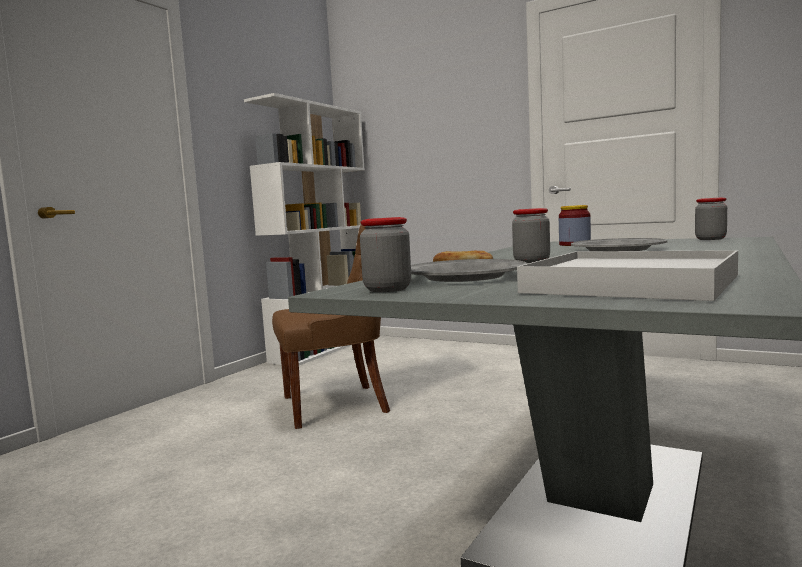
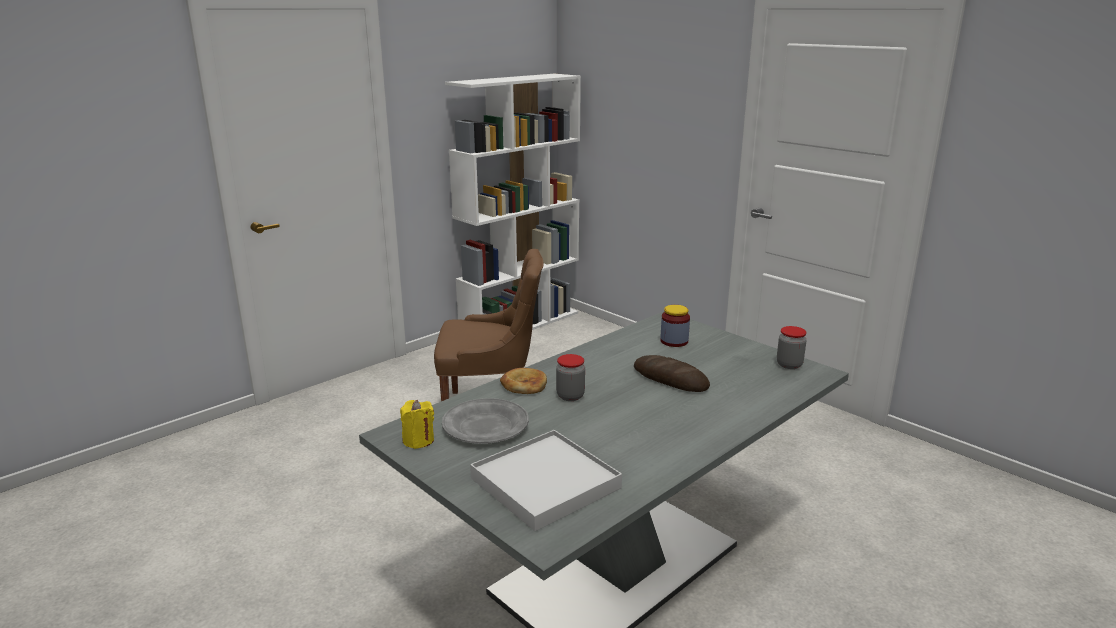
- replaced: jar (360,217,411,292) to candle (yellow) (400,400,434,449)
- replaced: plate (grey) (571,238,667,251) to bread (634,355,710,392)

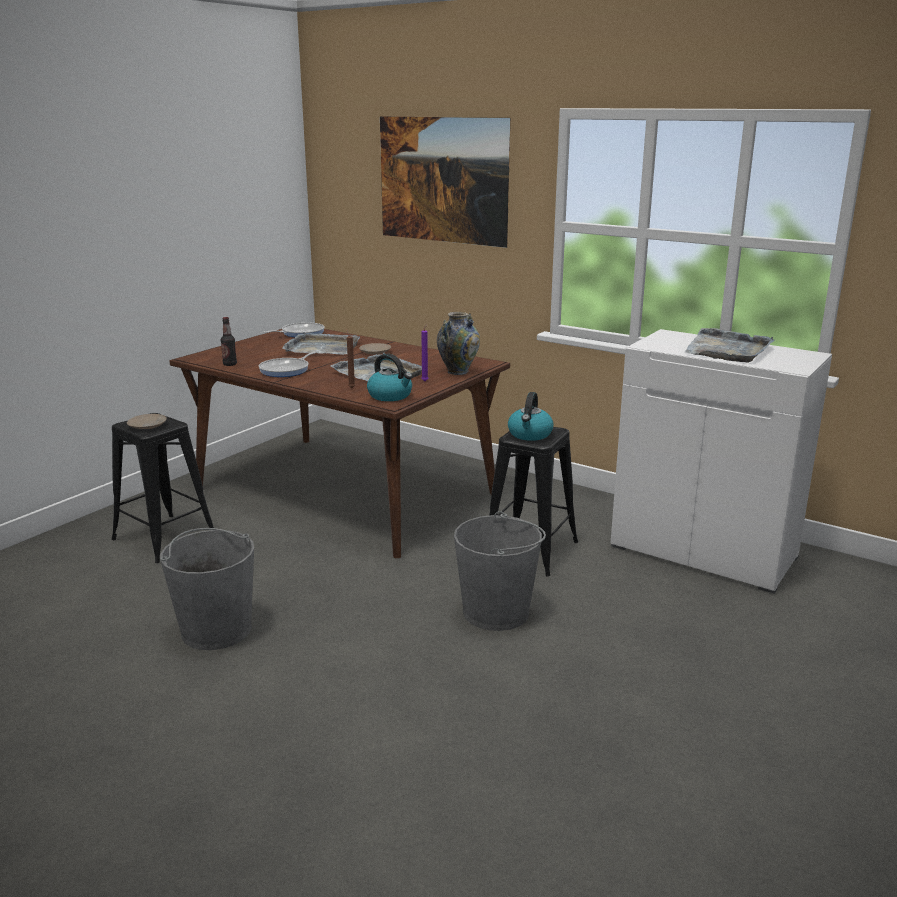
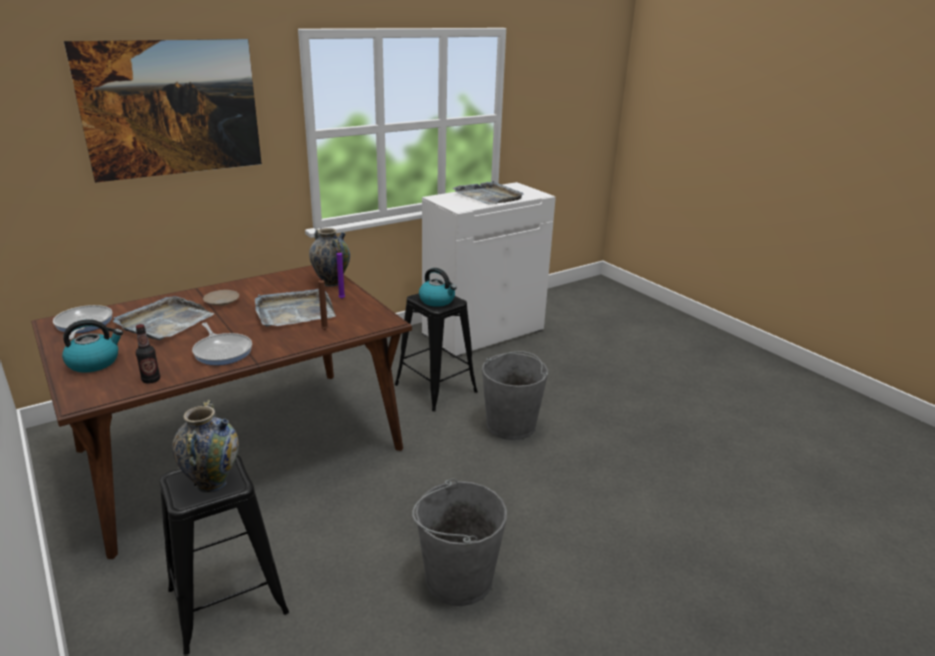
- moved: kettle (367,354,412,401) to (62,319,123,373)
- replaced: plate (beige) (127,414,167,429) to vase (172,400,239,493)

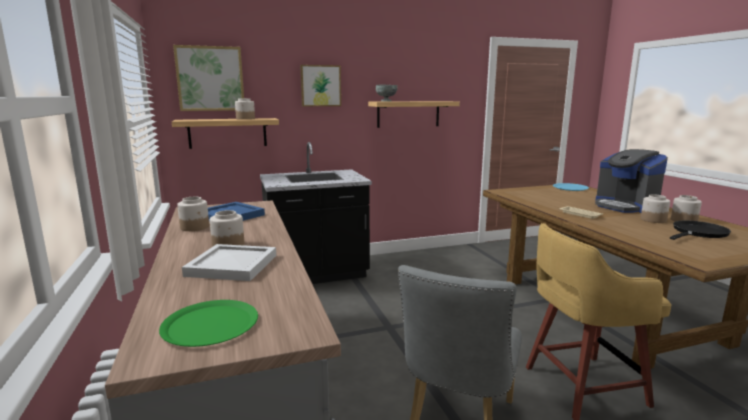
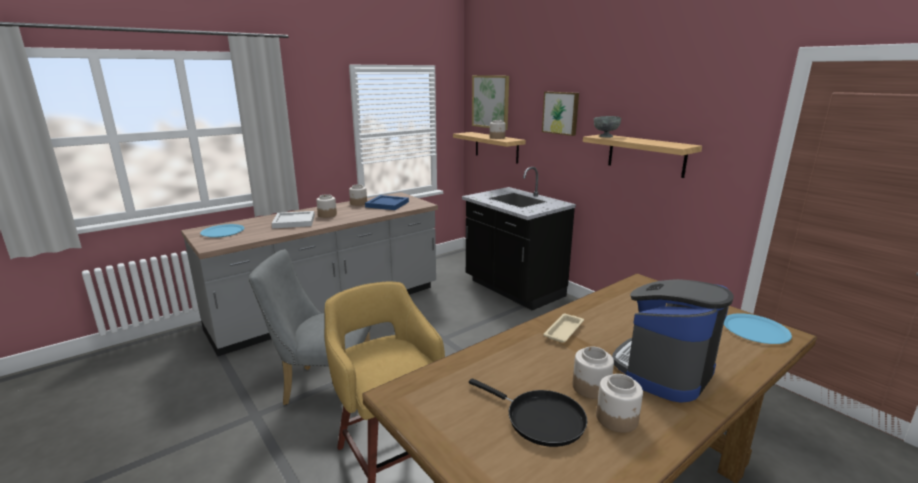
- recoloured: plate (green) (159,300,258,347) to plate (blue) (200,224,245,238)

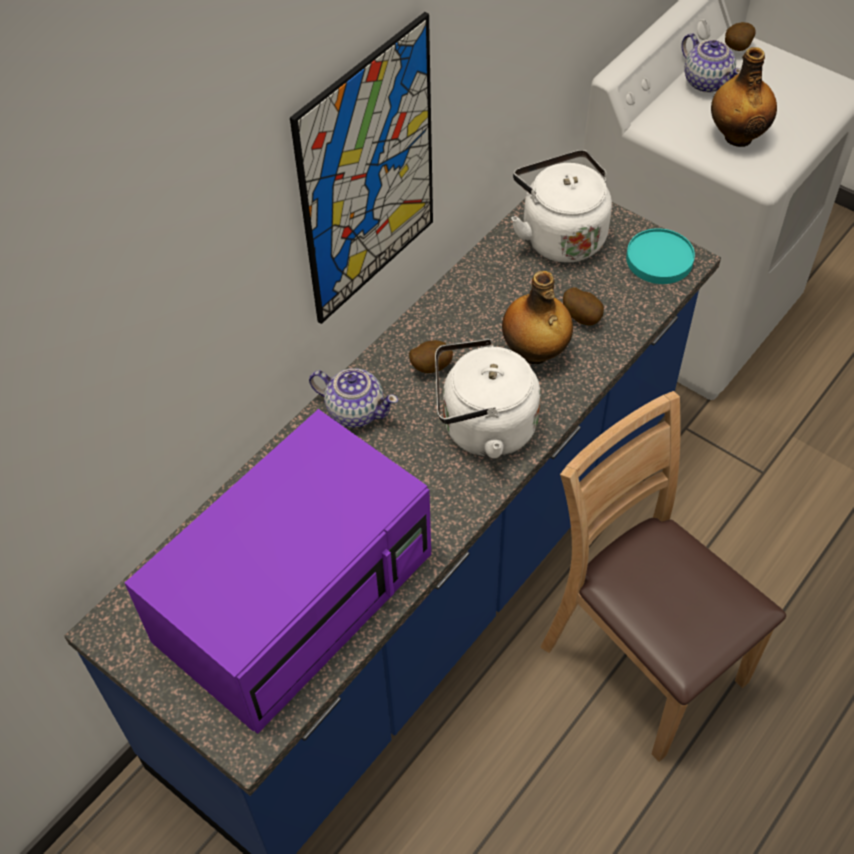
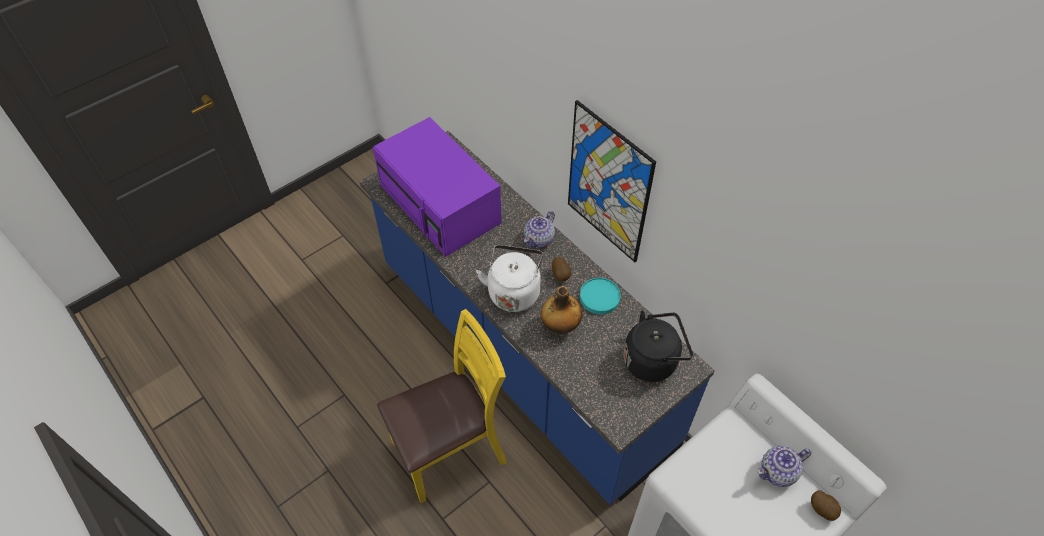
- removed: potato (563,287,604,325)
- removed: bottle (711,47,777,147)
- moved: plate (turquoise) (626,228,695,284) to (580,278,621,314)
- recoloured: kettle (white) (511,150,612,263) to kettle (black) (624,311,693,382)
- recoloured: chair (brown) (540,391,786,762) to chair (yellow) (377,309,507,503)

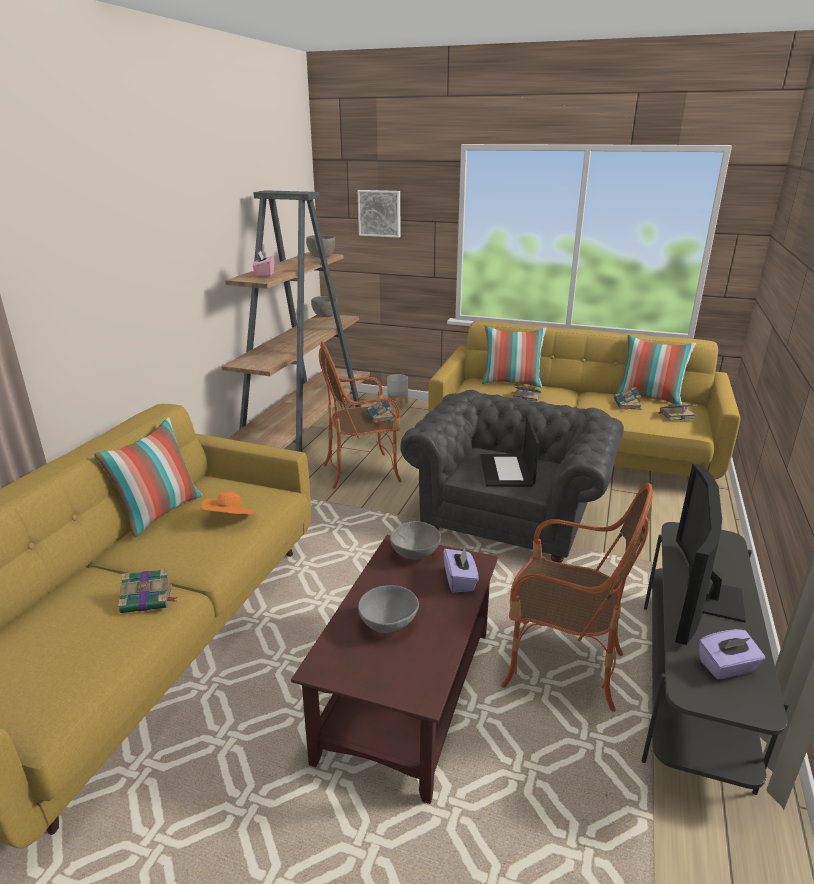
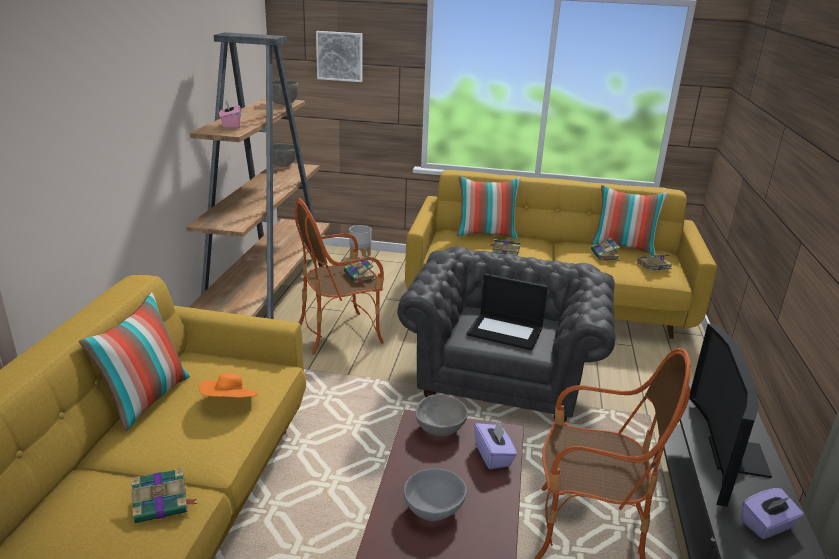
- turned: laptop (481,416,539,487) = (466,274,548,350) 60 degrees counterclockwise

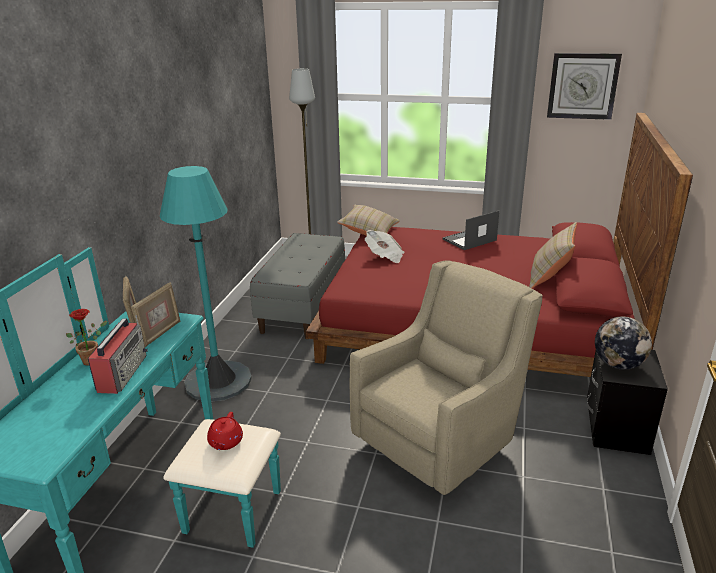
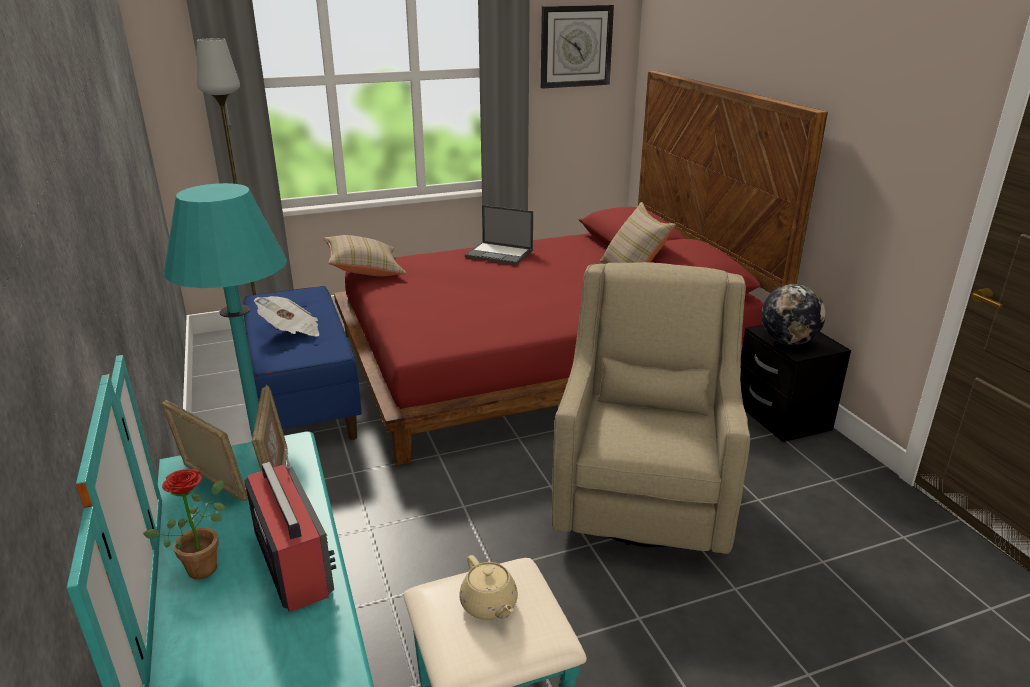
- moved: newspaper (365,230,404,263) to (254,296,319,336)
- recoloured: teapot (red) (207,412,243,450) to teapot (beige) (459,555,518,620)
- recoloured: bench (grey) (250,233,345,339) to bench (blue) (243,286,362,440)
- turned: laptop (442,211,499,250) = (465,205,533,265) 90 degrees counterclockwise

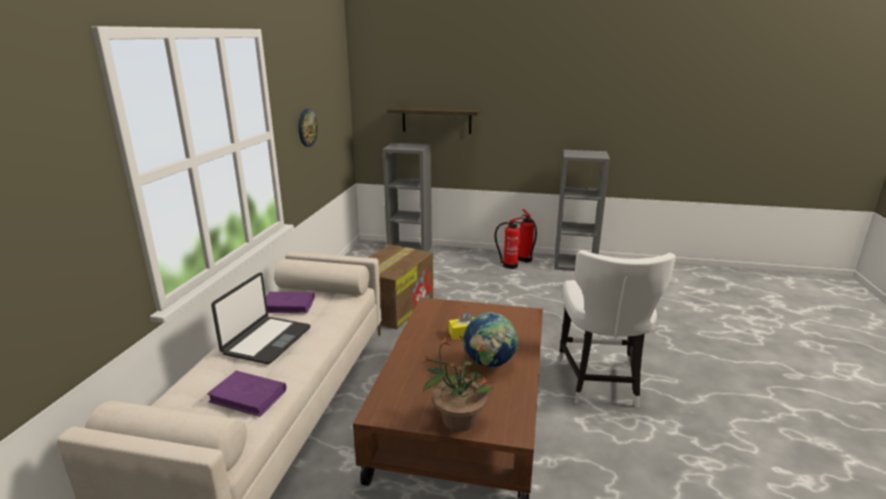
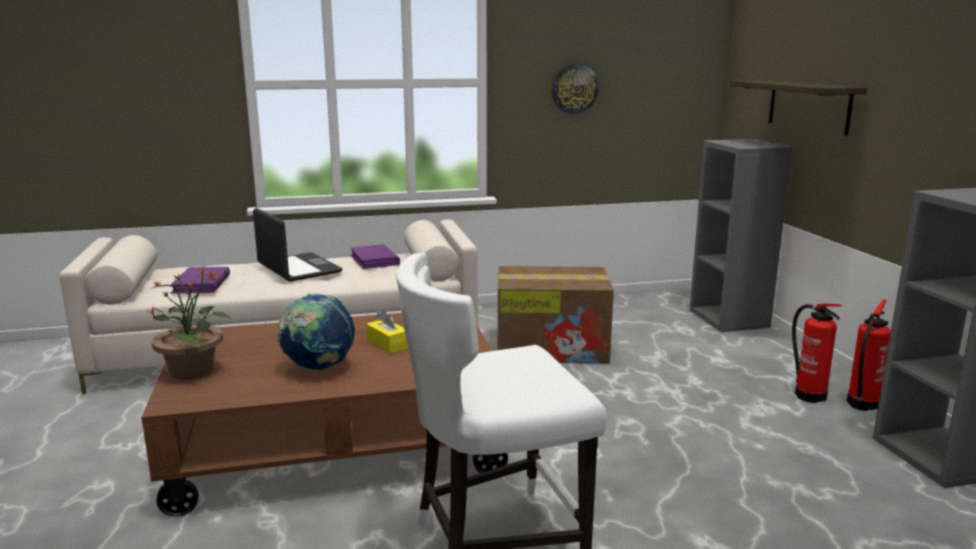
- turned: laptop (211,273,311,364) = (253,208,342,282) 120 degrees counterclockwise

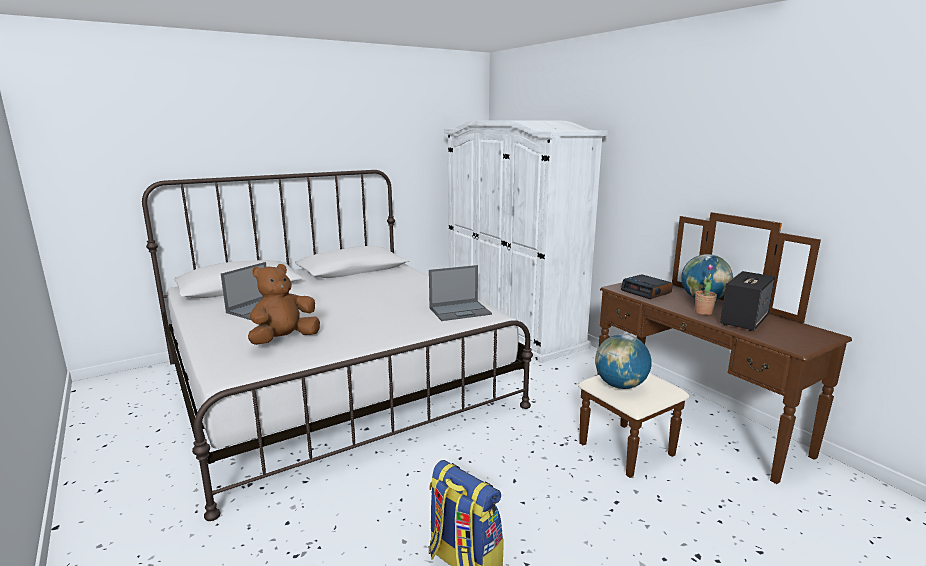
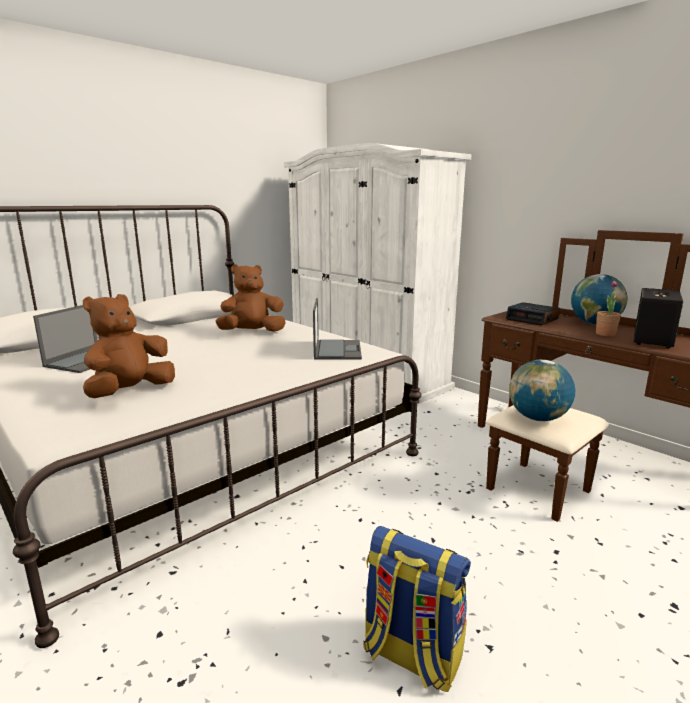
- added: plush toy (brown) (216,264,286,332)
- turned: laptop (429,265,492,321) = (313,298,362,360) 60 degrees counterclockwise

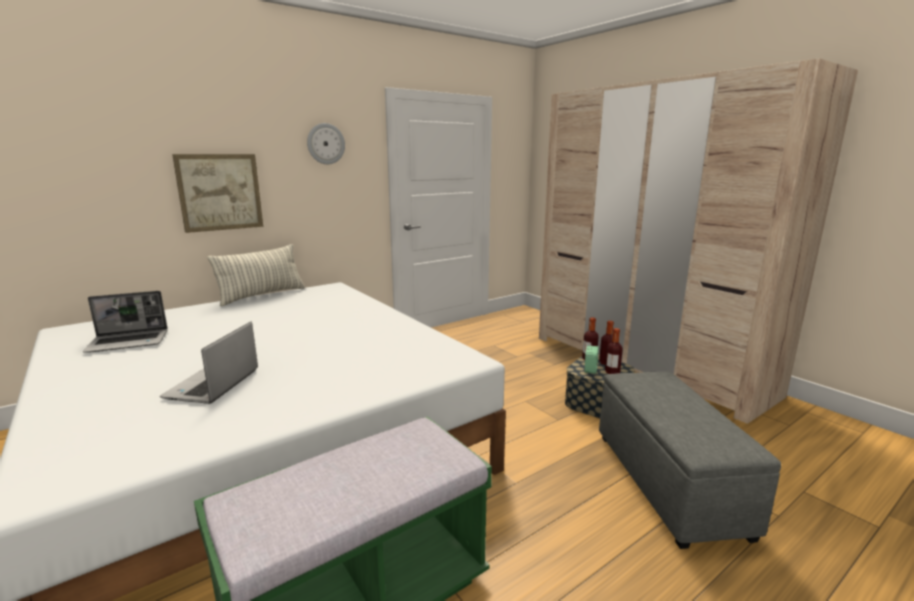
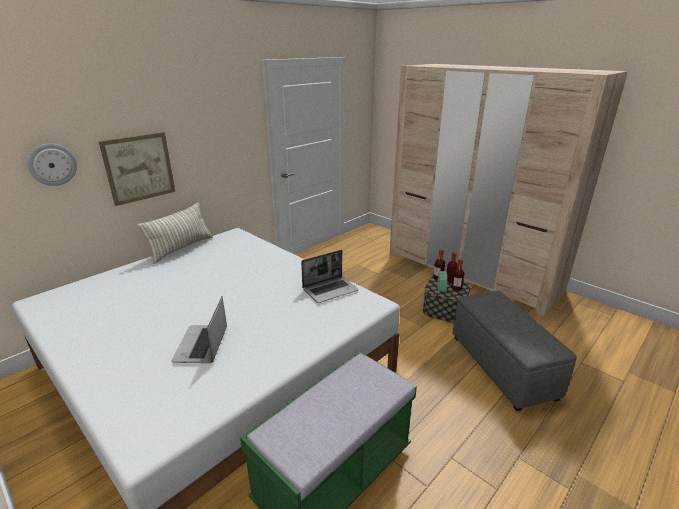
- moved: laptop (83,291,168,353) to (301,250,358,303)
- moved: wall clock (307,123,345,164) to (27,143,77,186)

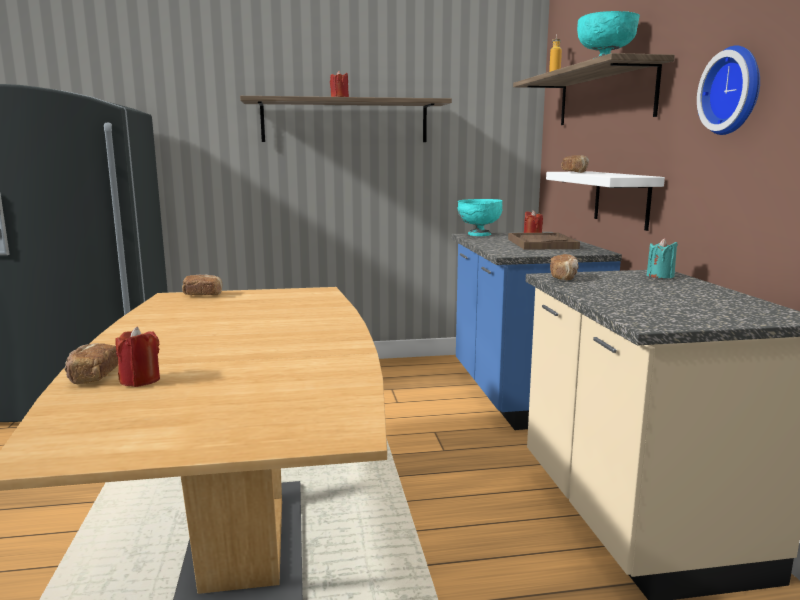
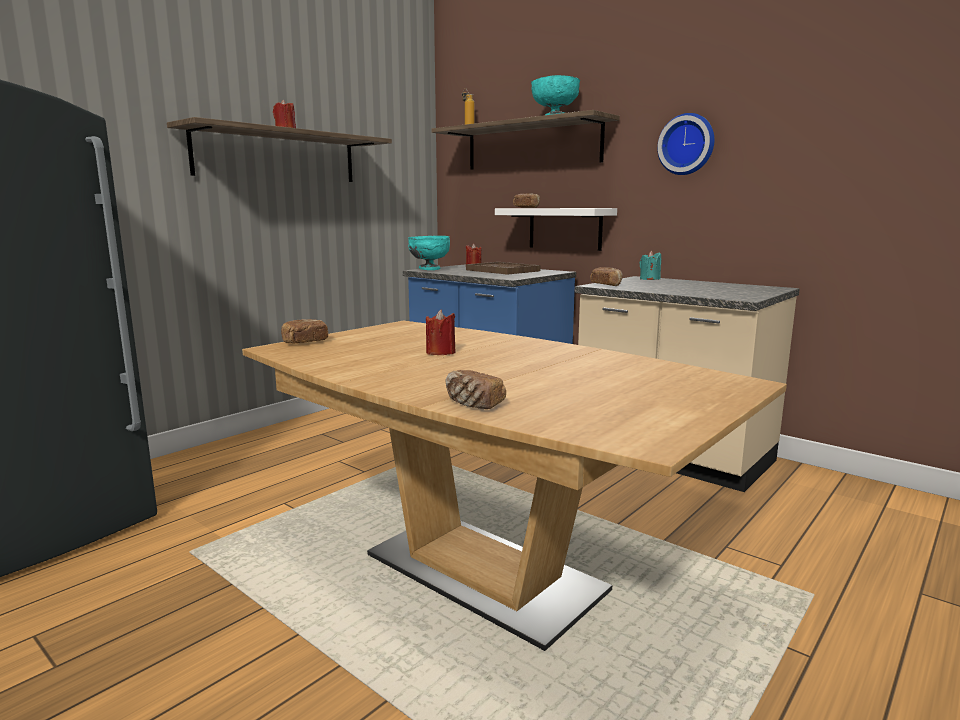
- moved: candle (red) (115,326,160,387) to (426,309,456,355)

